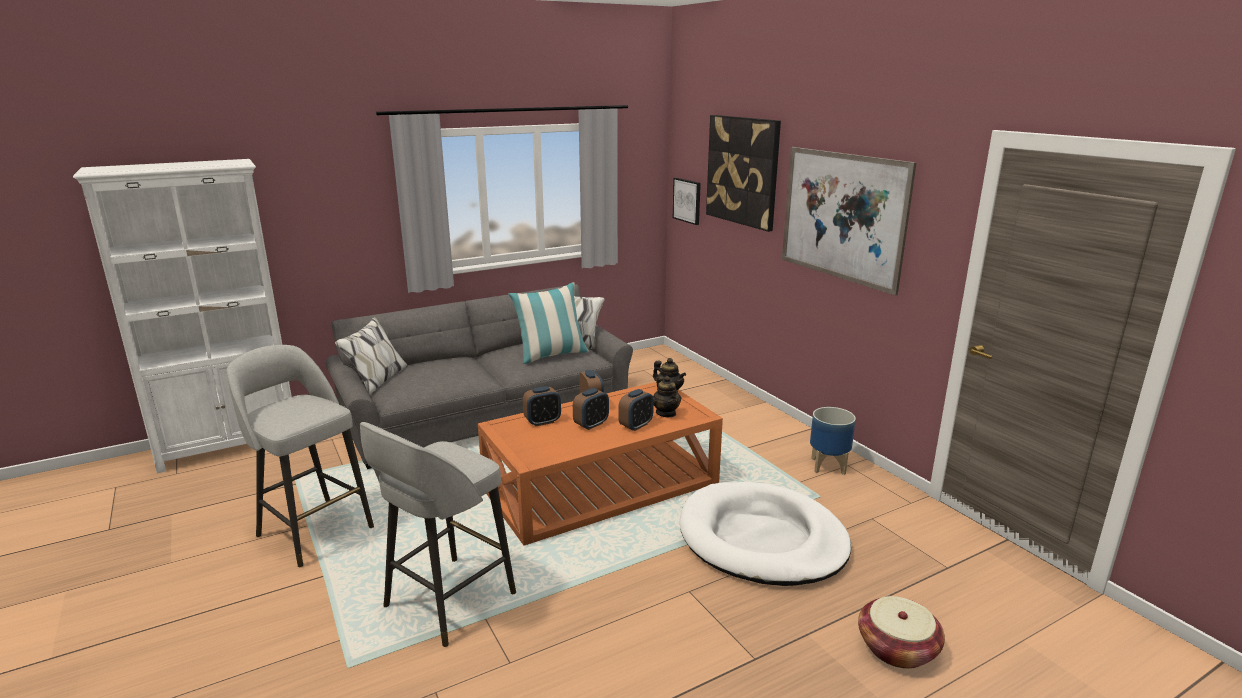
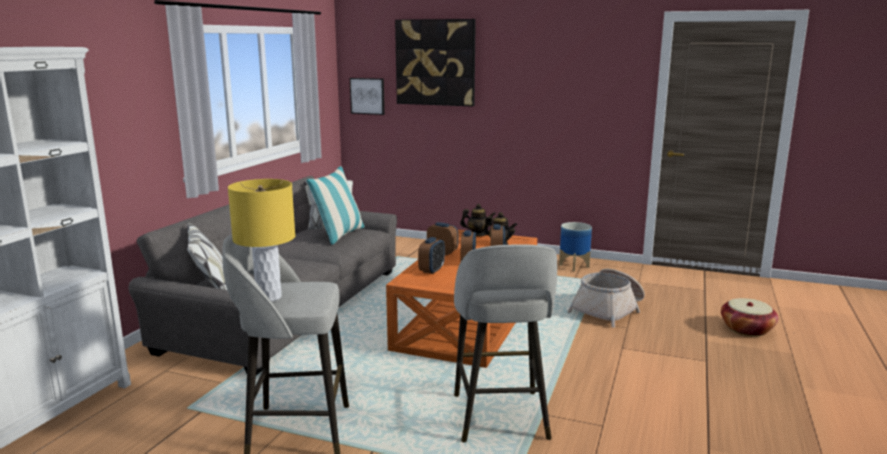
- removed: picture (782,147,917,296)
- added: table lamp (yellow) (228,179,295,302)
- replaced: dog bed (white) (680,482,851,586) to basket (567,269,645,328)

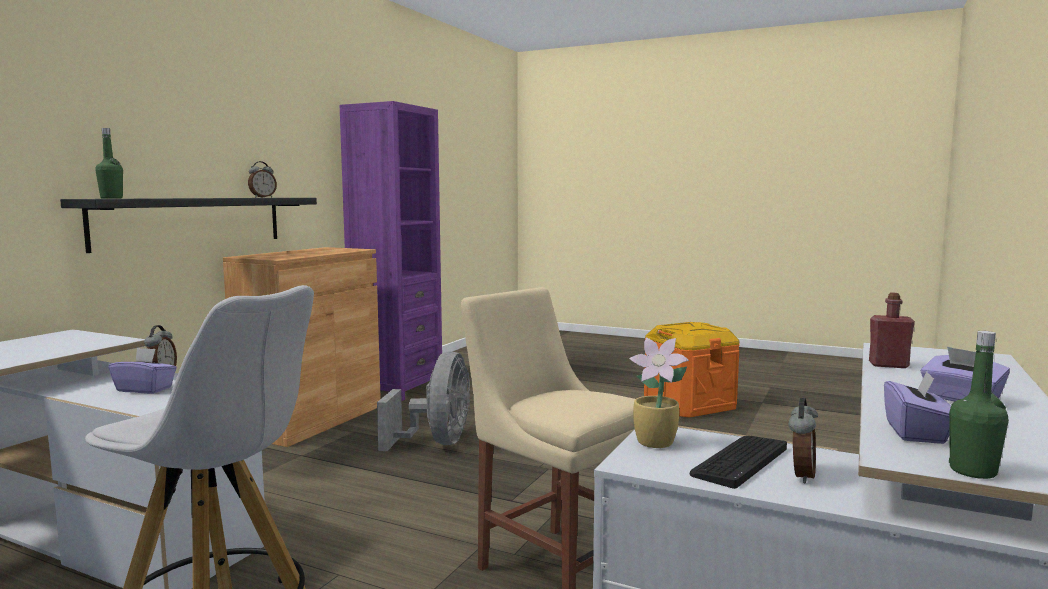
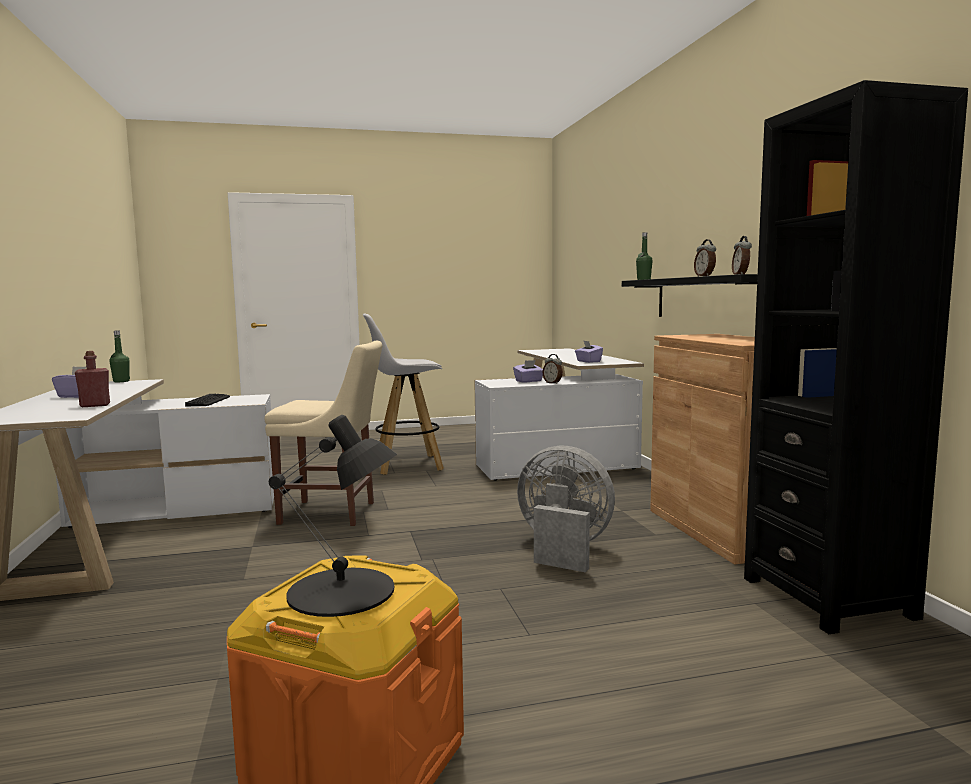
- removed: potted plant (629,337,689,448)
- added: table lamp (black) (269,415,397,617)
- moved: alarm clock (788,398,818,483) to (694,239,716,277)
- moved: tissue box (purple) (884,372,951,444) to (575,340,603,363)
- recoloured: bookcase (purple) (340,101,442,401) to bookcase (black) (744,80,968,634)
- turned: fan (grey) (377,351,470,451) = (517,446,615,573) 150 degrees clockwise

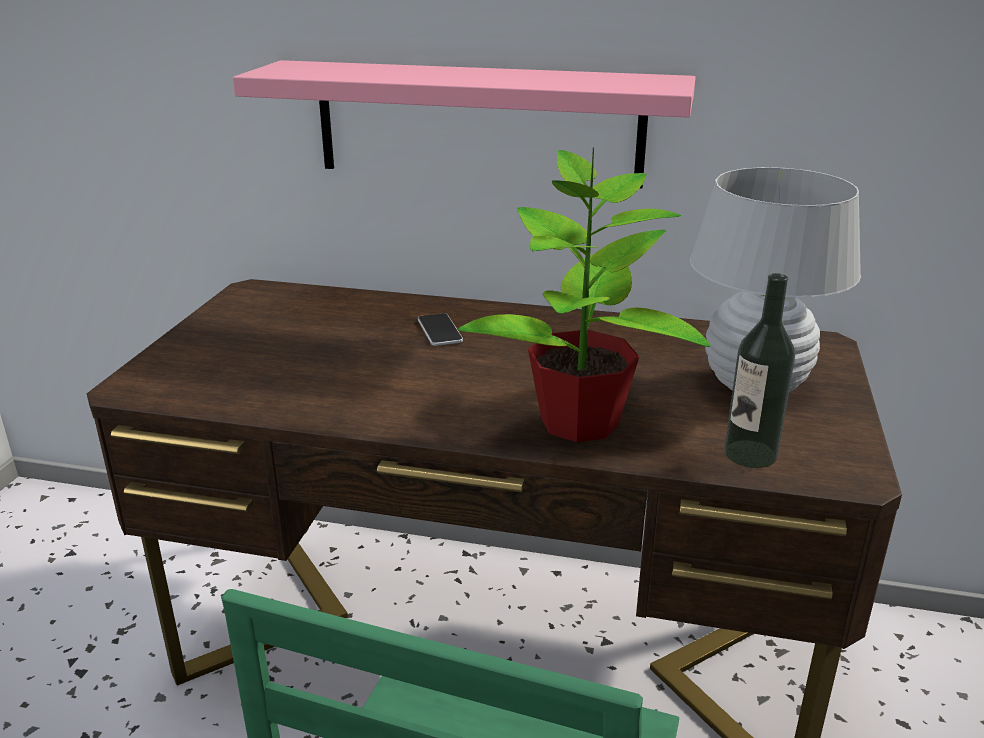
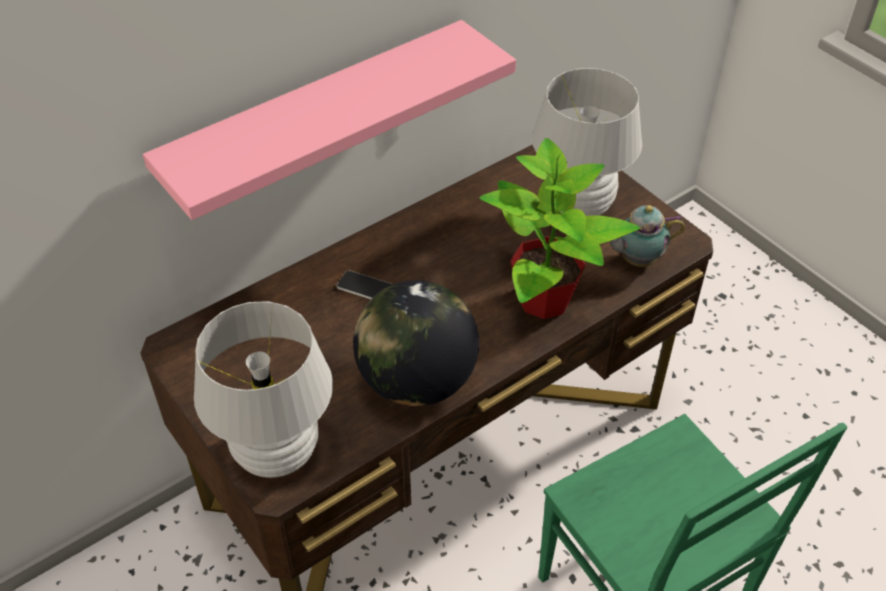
- added: table lamp (white) (194,301,333,478)
- added: globe (353,280,479,406)
- replaced: bottle (724,273,795,468) to teapot (610,205,685,267)

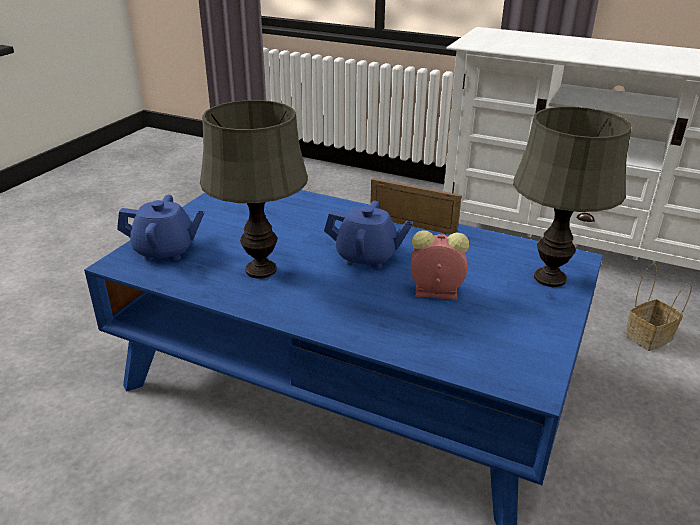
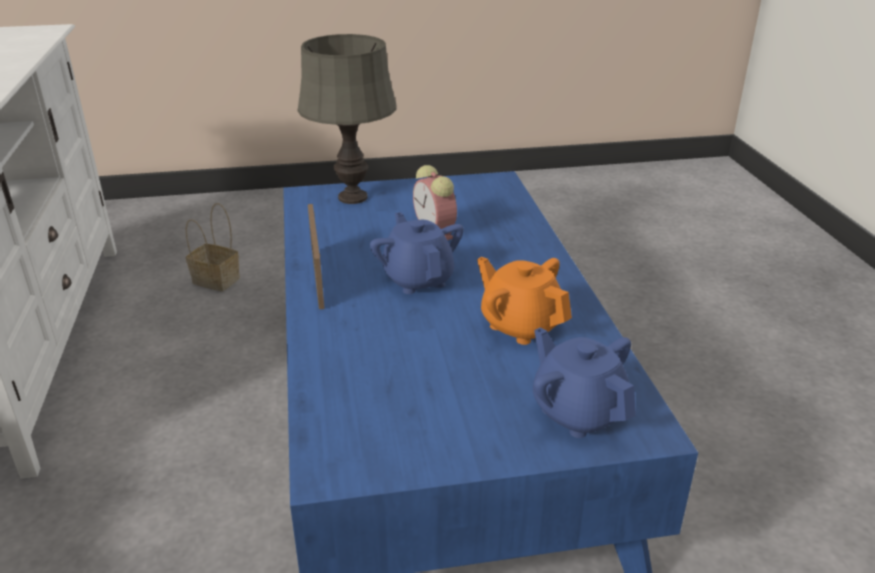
- replaced: table lamp (grey) (200,100,308,279) to teapot (orange) (477,257,572,345)

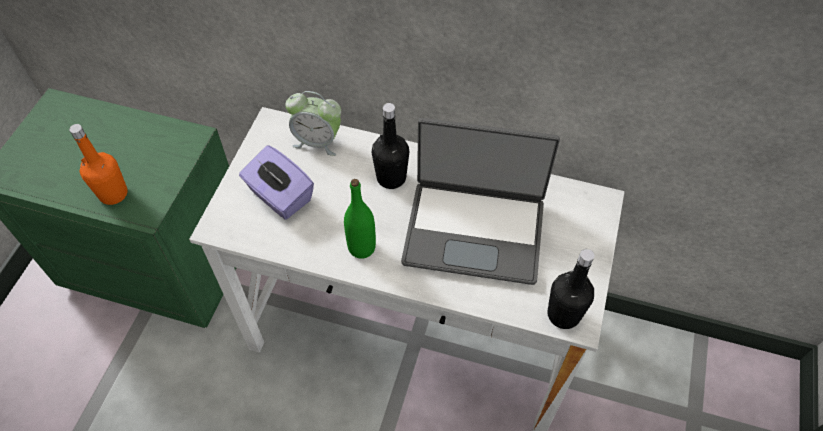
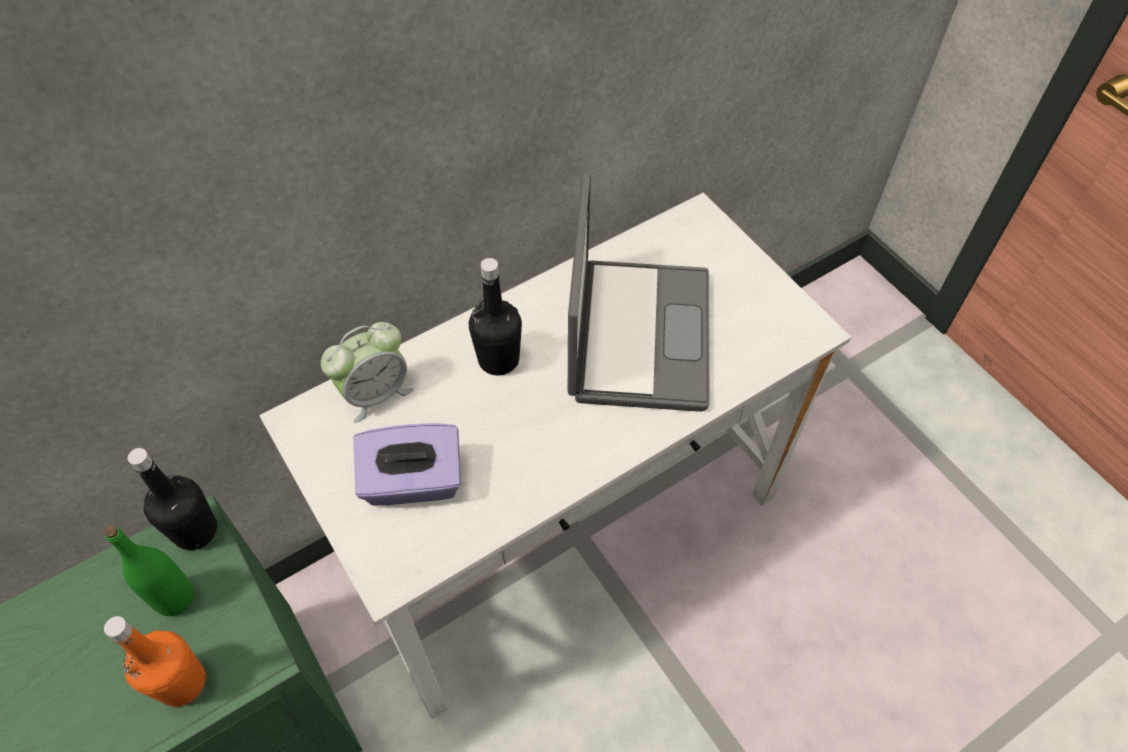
- moved: bottle (green) (344,179,376,259) to (104,525,194,616)
- moved: bottle (black) (547,249,594,329) to (128,448,217,550)
- turned: laptop (401,118,560,285) = (568,172,710,412) 45 degrees counterclockwise

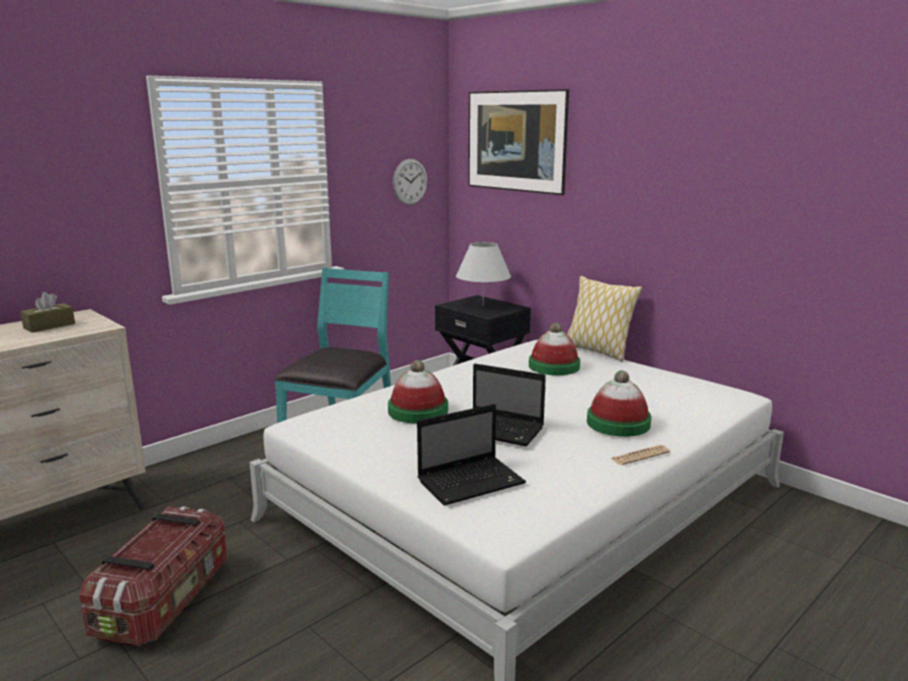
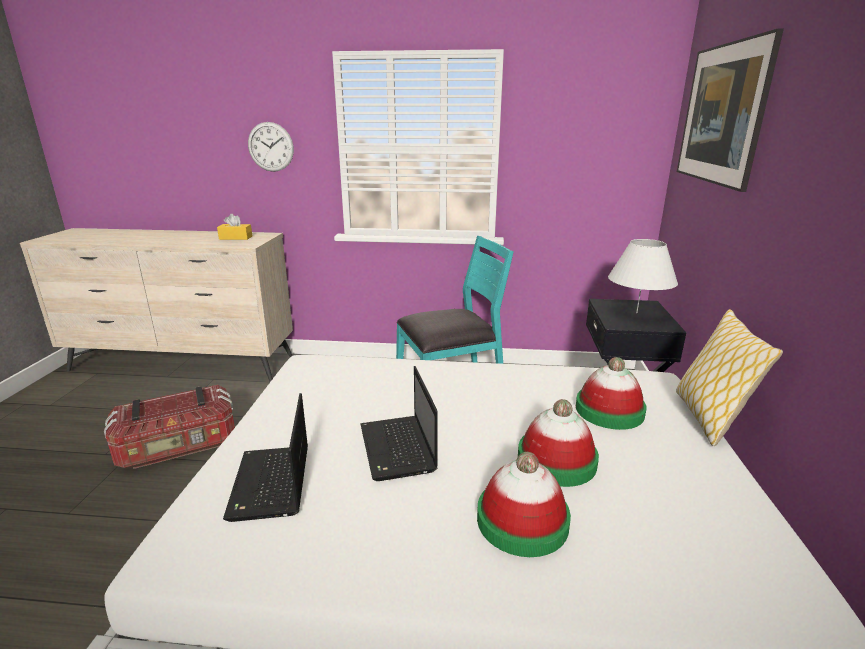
- removed: newspaper (610,445,670,465)
- moved: hat (388,360,448,423) to (518,399,599,487)
- moved: wall clock (393,159,427,205) to (248,122,294,172)
- recoloured: tissue box (brown) (20,292,75,333) to tissue box (yellow) (217,214,252,240)
- turned: laptop (417,404,526,506) = (223,393,308,522) 60 degrees clockwise

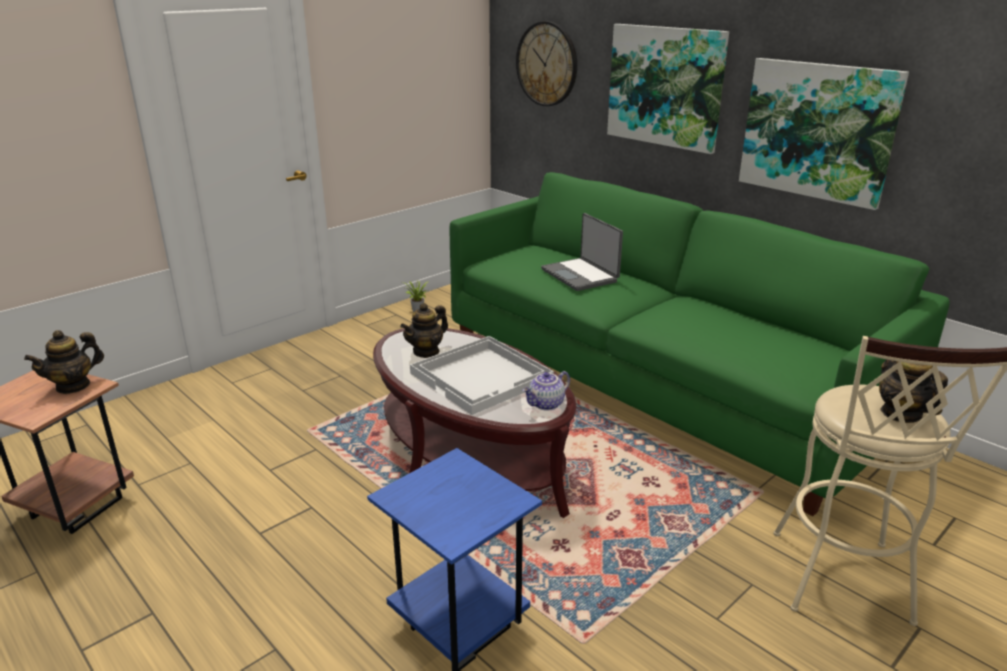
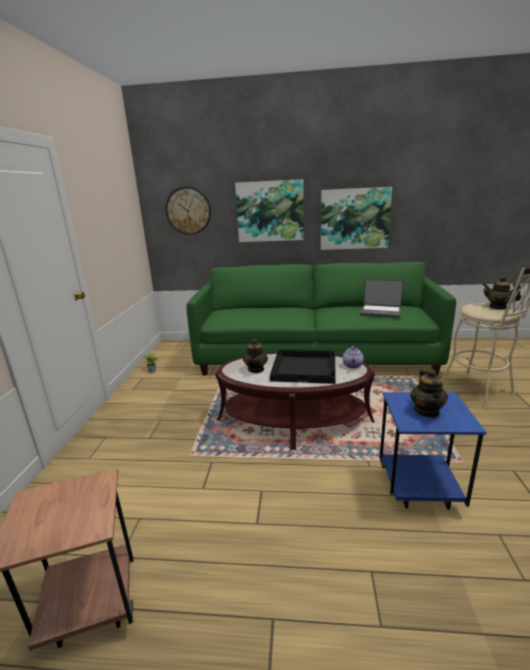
- moved: teapot (24,330,104,394) to (410,368,448,418)
- moved: laptop (541,213,623,291) to (360,279,404,318)
- recoloured: tray (white) (410,336,554,415) to tray (black) (270,350,336,384)

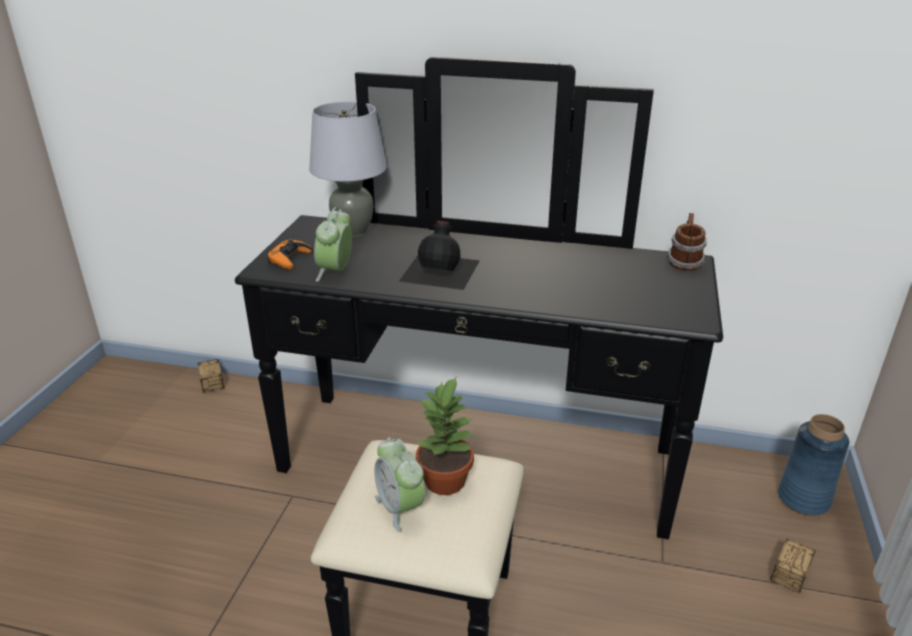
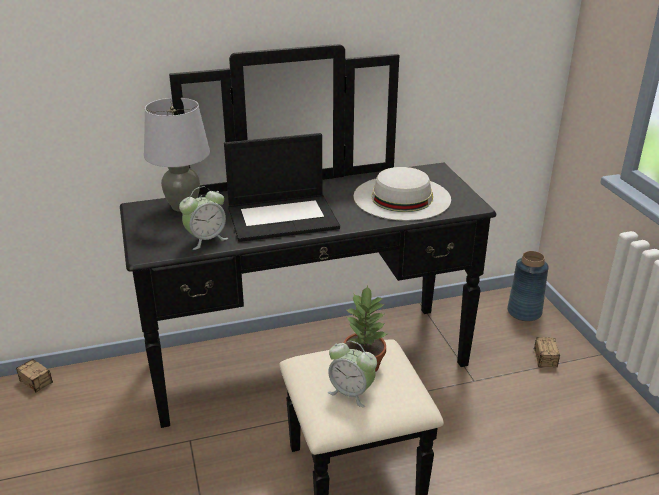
- removed: game controller (orange) (267,239,312,269)
- removed: mug (667,213,707,271)
- added: hat (white) (353,167,451,221)
- replaced: bottle (black) (399,221,480,290) to laptop (224,133,340,242)
- turned: alarm clock (314,207,352,282) = (179,186,228,250) 105 degrees counterclockwise

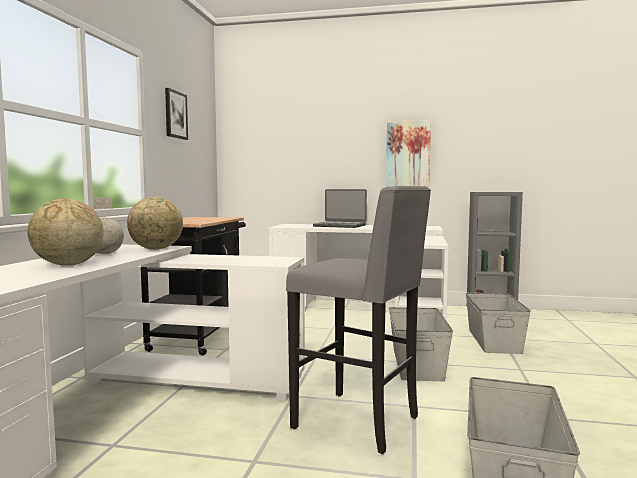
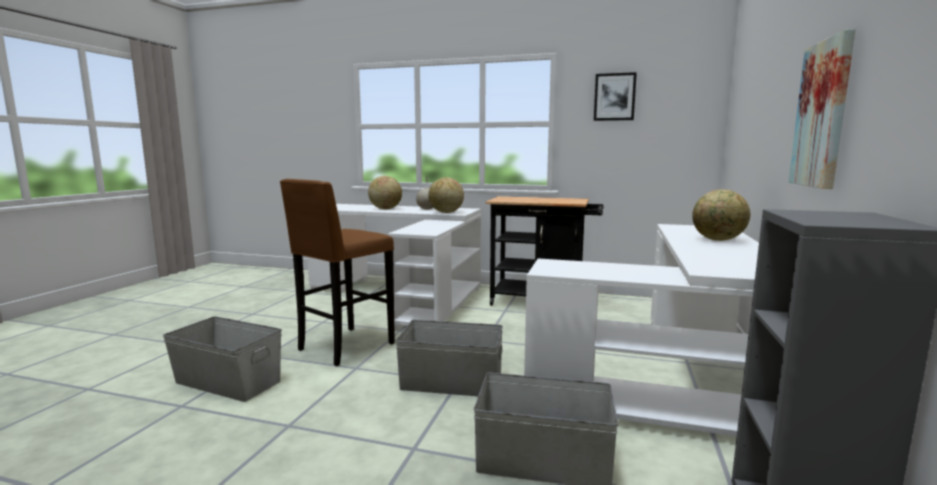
- replaced: laptop (313,189,367,228) to globe (692,189,750,241)
- recoloured: stool (grey) (286,186,431,454) to stool (brown) (280,179,395,366)

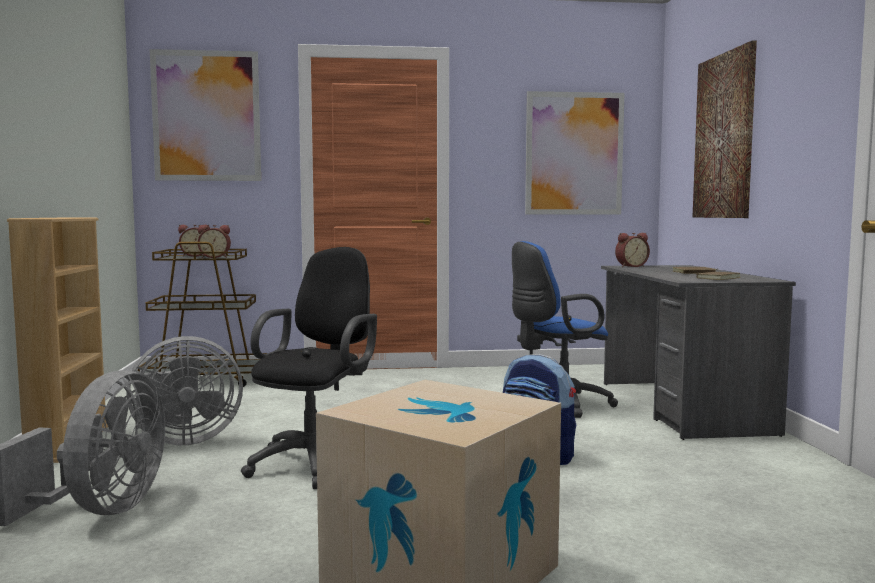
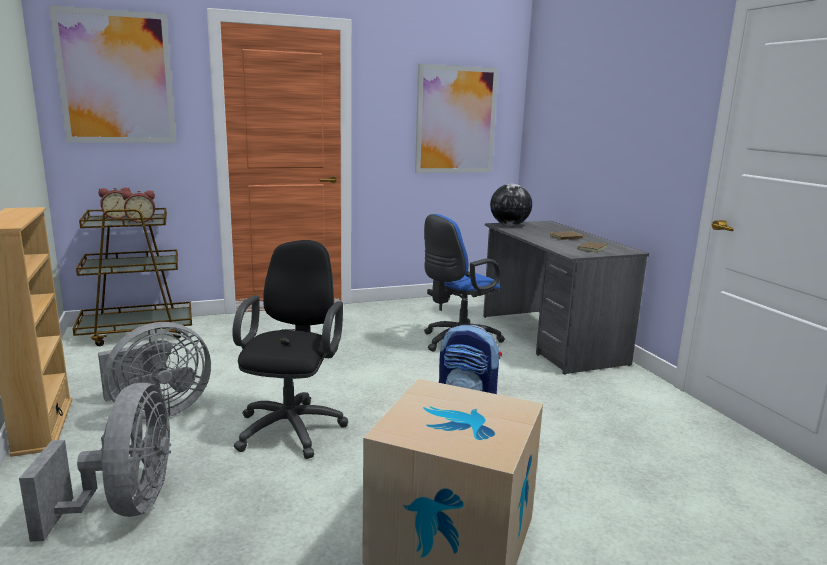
- removed: picture (693,40,757,218)
- replaced: alarm clock (615,233,650,267) to globe (490,184,532,226)

